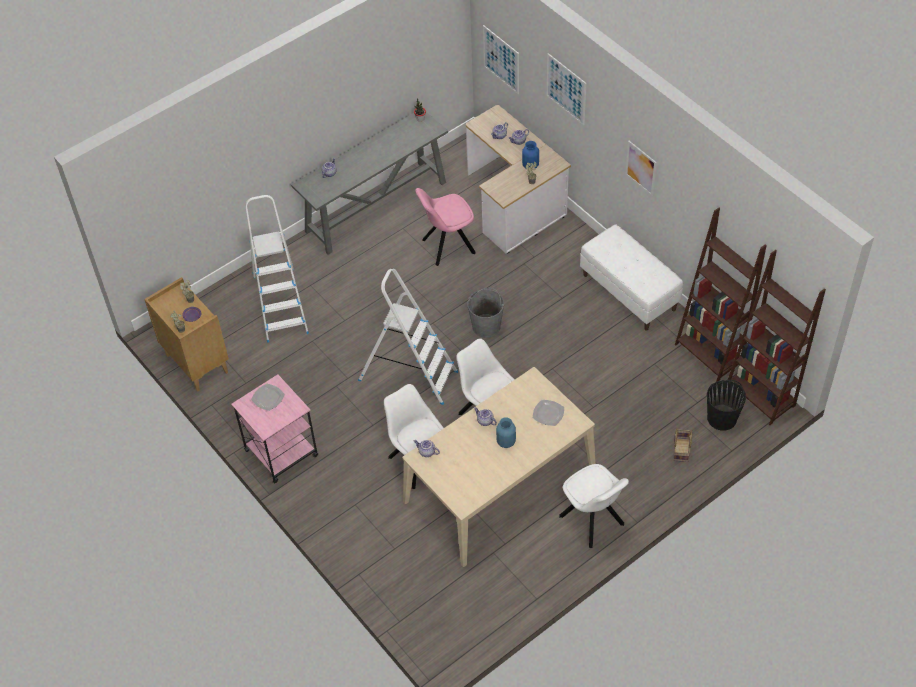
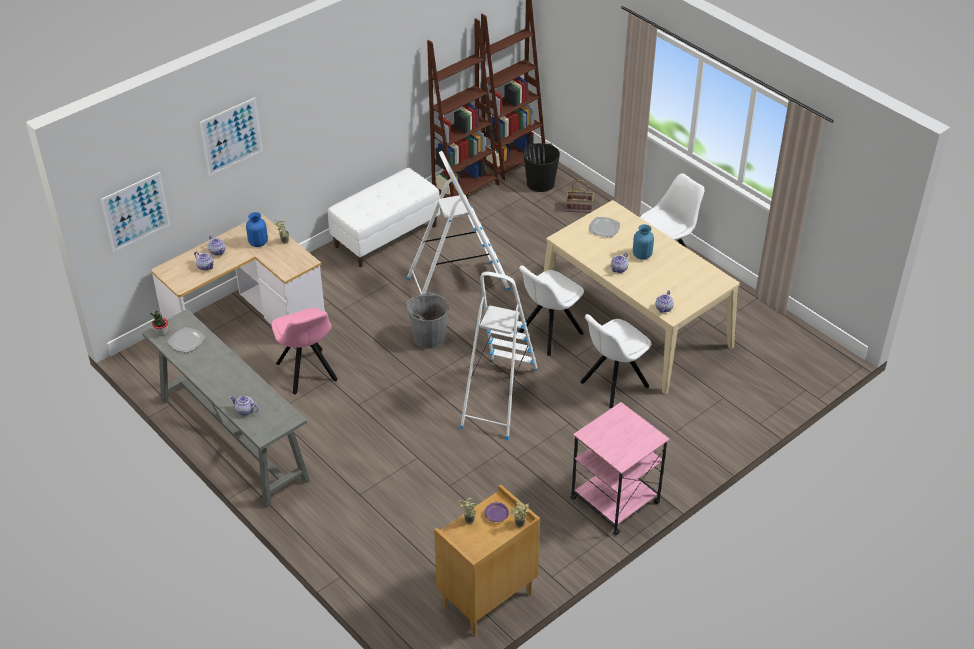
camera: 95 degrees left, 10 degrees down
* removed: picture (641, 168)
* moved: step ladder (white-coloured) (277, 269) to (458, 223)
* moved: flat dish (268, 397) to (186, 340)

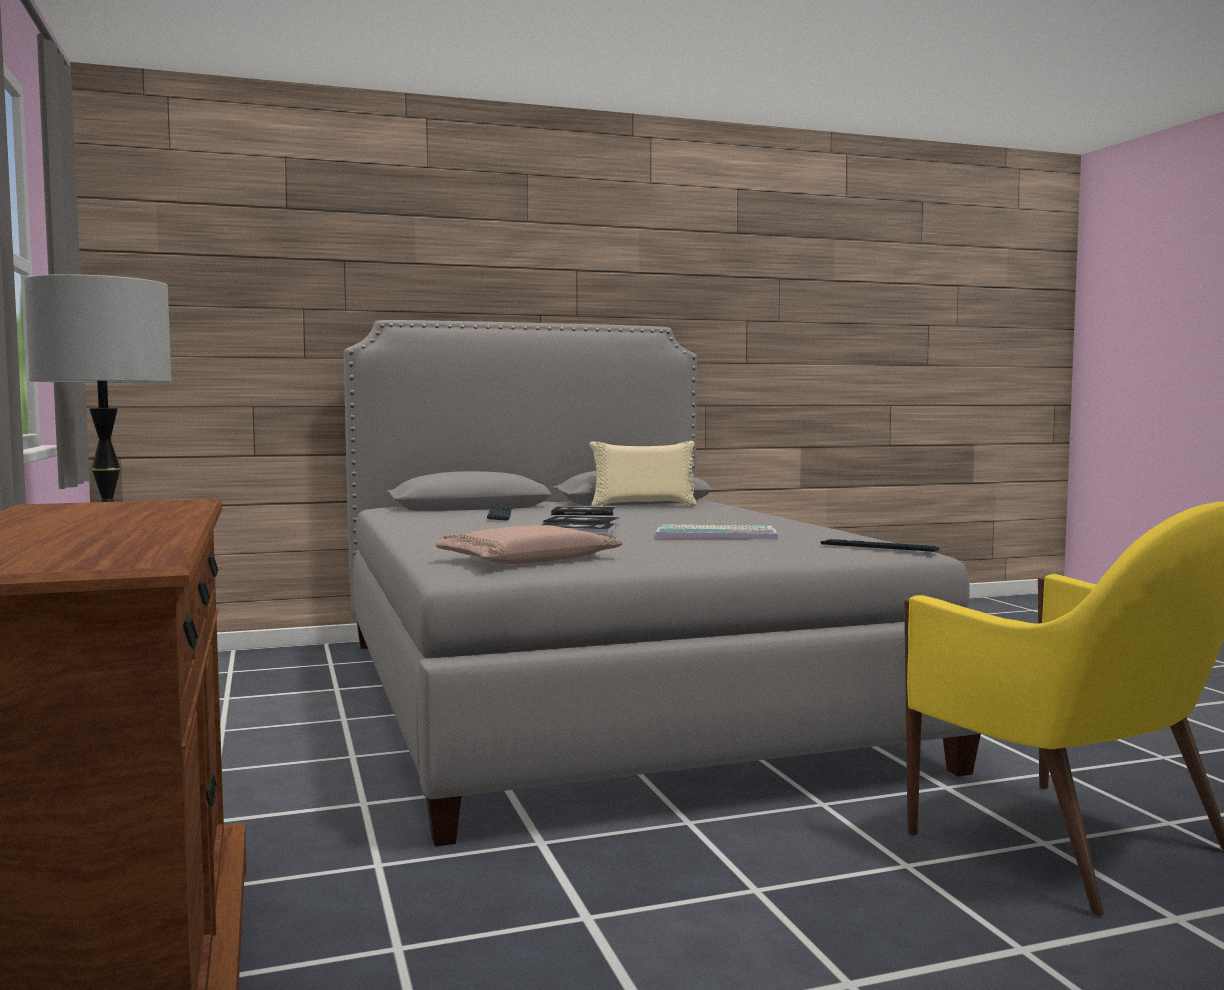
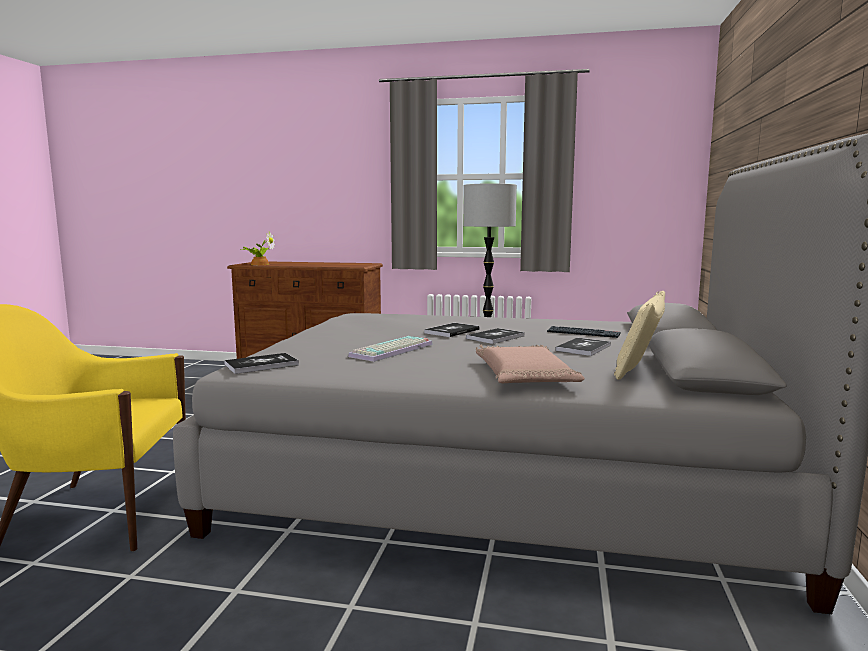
camera: 120 degrees right, 5 degrees up
* moved: pillow (sand-coloured) (529, 544) to (530, 364)
* replaced: keyboard (880, 545) to bound book (261, 363)
* added: potted plant (257, 248)

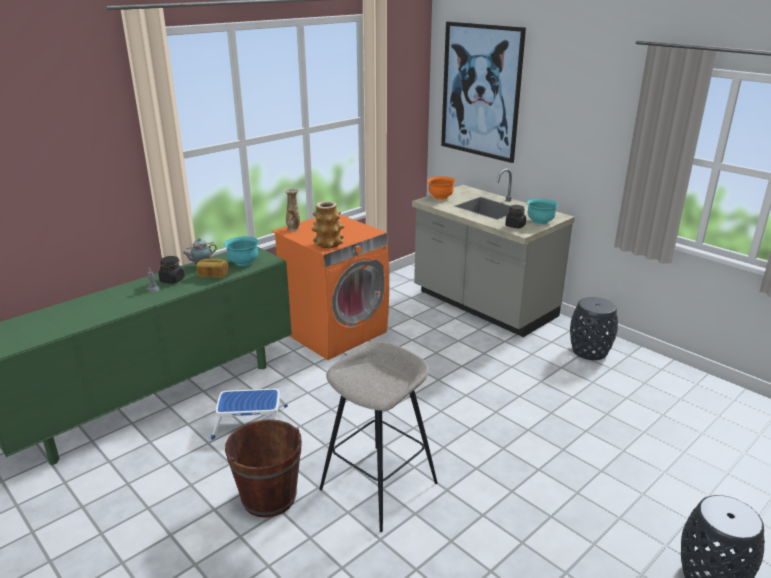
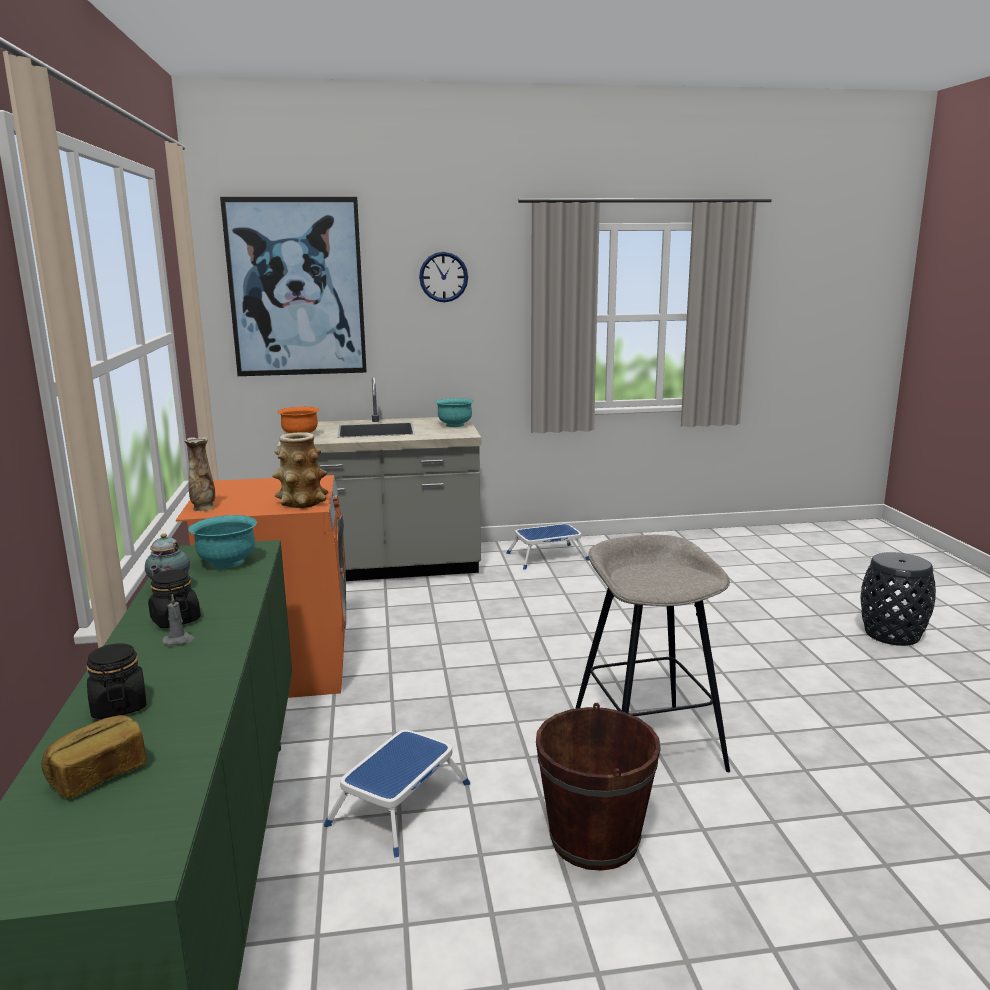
camera: 55 degrees left, 10 degrees down
* moved: preserve jar (blackish) (515, 216) to (116, 681)
* moved: baked bread (212, 268) to (94, 757)
* replaced: stool (blackish) (594, 328) to step ladder (bluish) (548, 547)
* added: wall clock (443, 277)

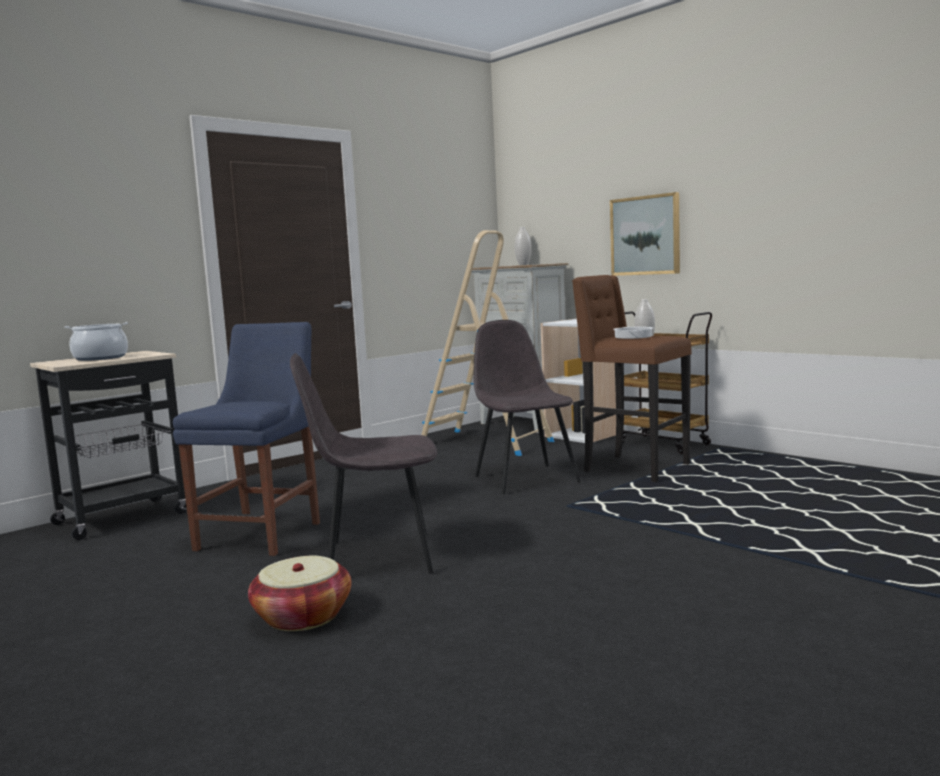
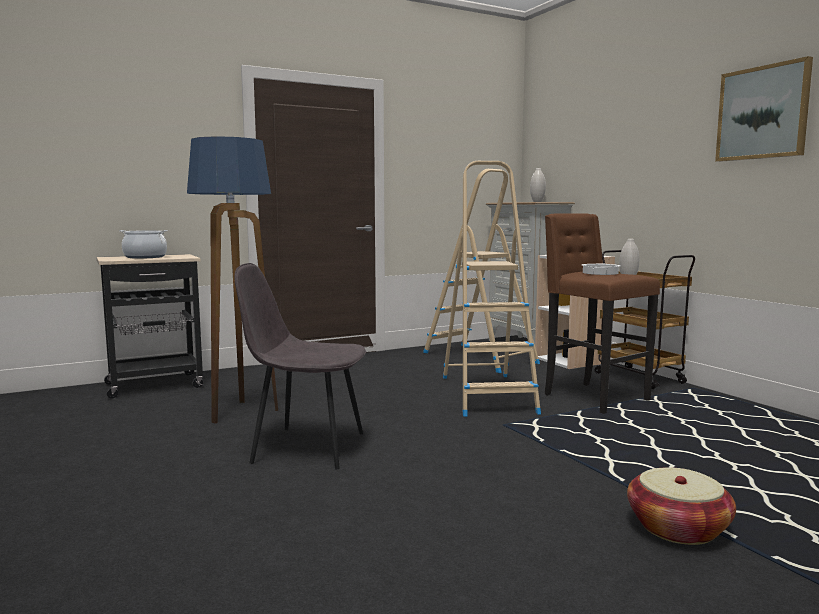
camera: 15 degrees right, 0 degrees up
* moved: picture (645, 234) to (764, 109)
* replaced: upright chair (gray) (527, 407) to step ladder (sand-coloured) (492, 289)
* replaced: upright chair (bluish) (246, 439) to standing lamp (232, 280)
* moved: household basket (300, 593) to (681, 506)

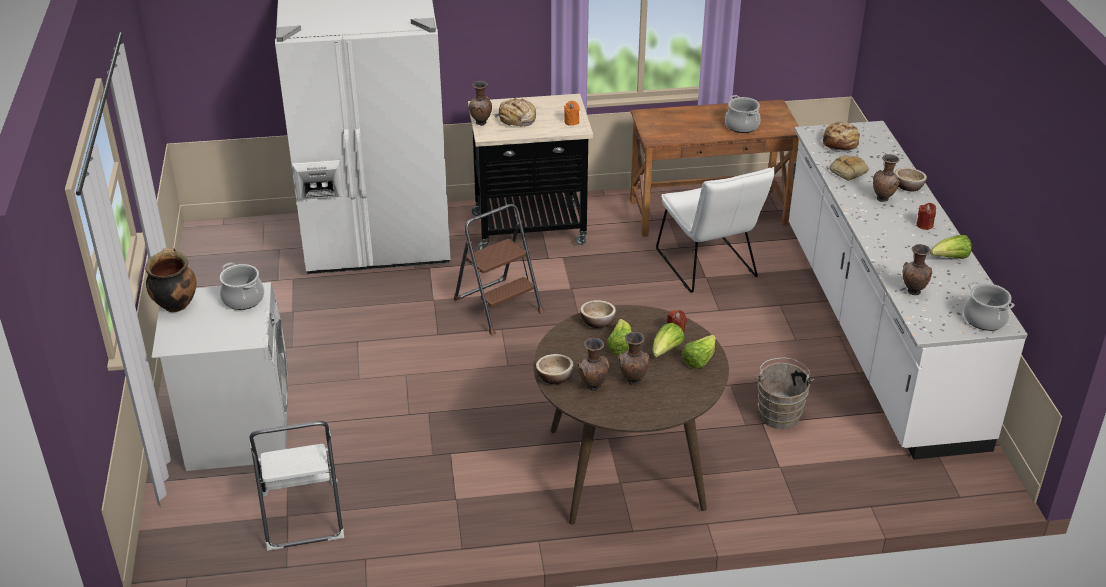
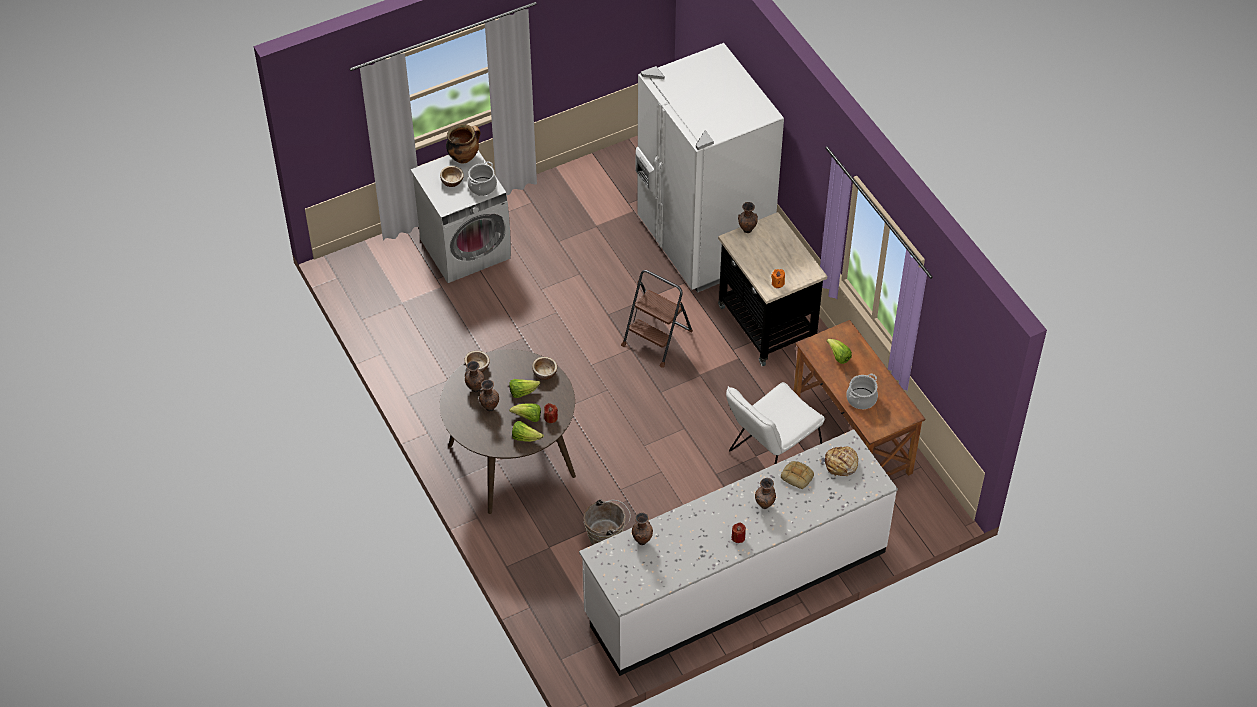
camera: 70 degrees right, 15 degrees up
* removed: baked bread (514, 112)
* moved: serving bowl (911, 179) to (452, 176)
* moved: lettuce head (951, 247) to (839, 351)
* removed: stockpot (989, 306)
* removed: step ladder (white-coloured) (297, 486)

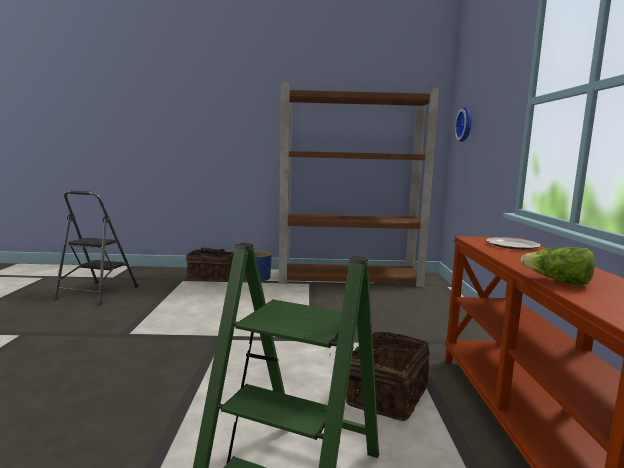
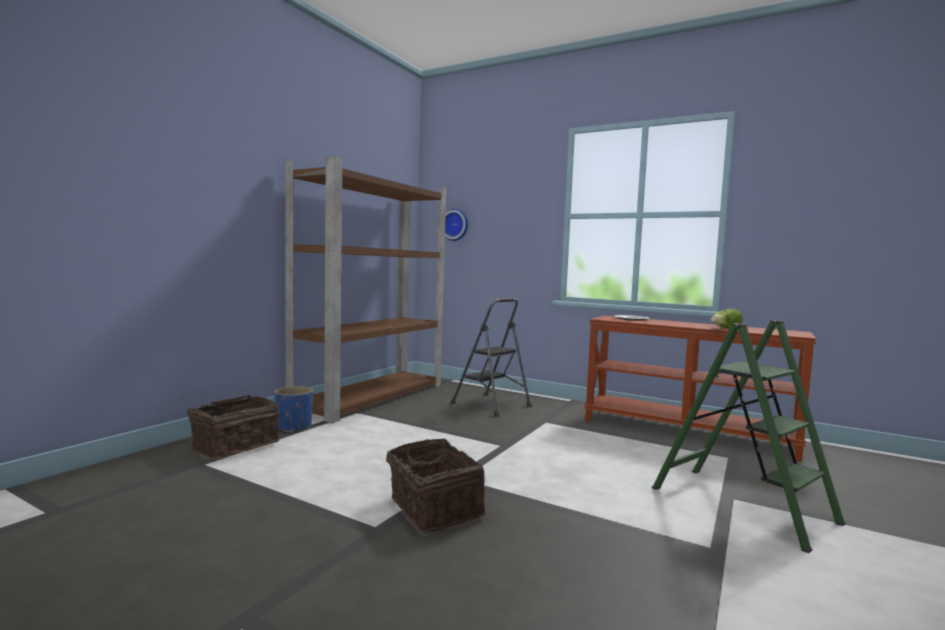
camera: 60 degrees left, 5 degrees down
* moved: step ladder (blackish) (95, 248) to (491, 357)
* moved: household basket (388, 376) to (435, 486)

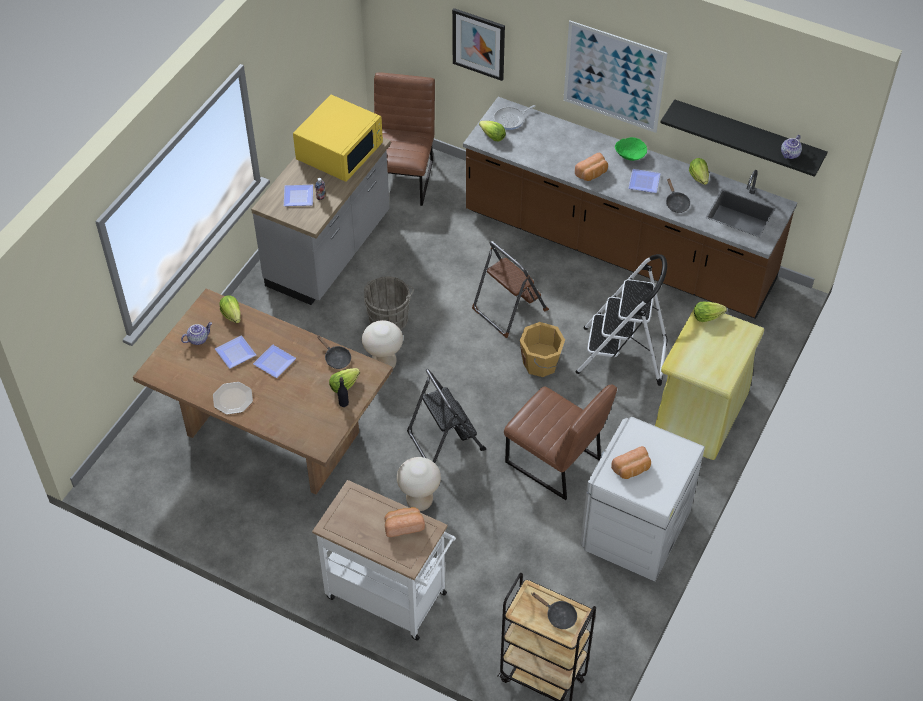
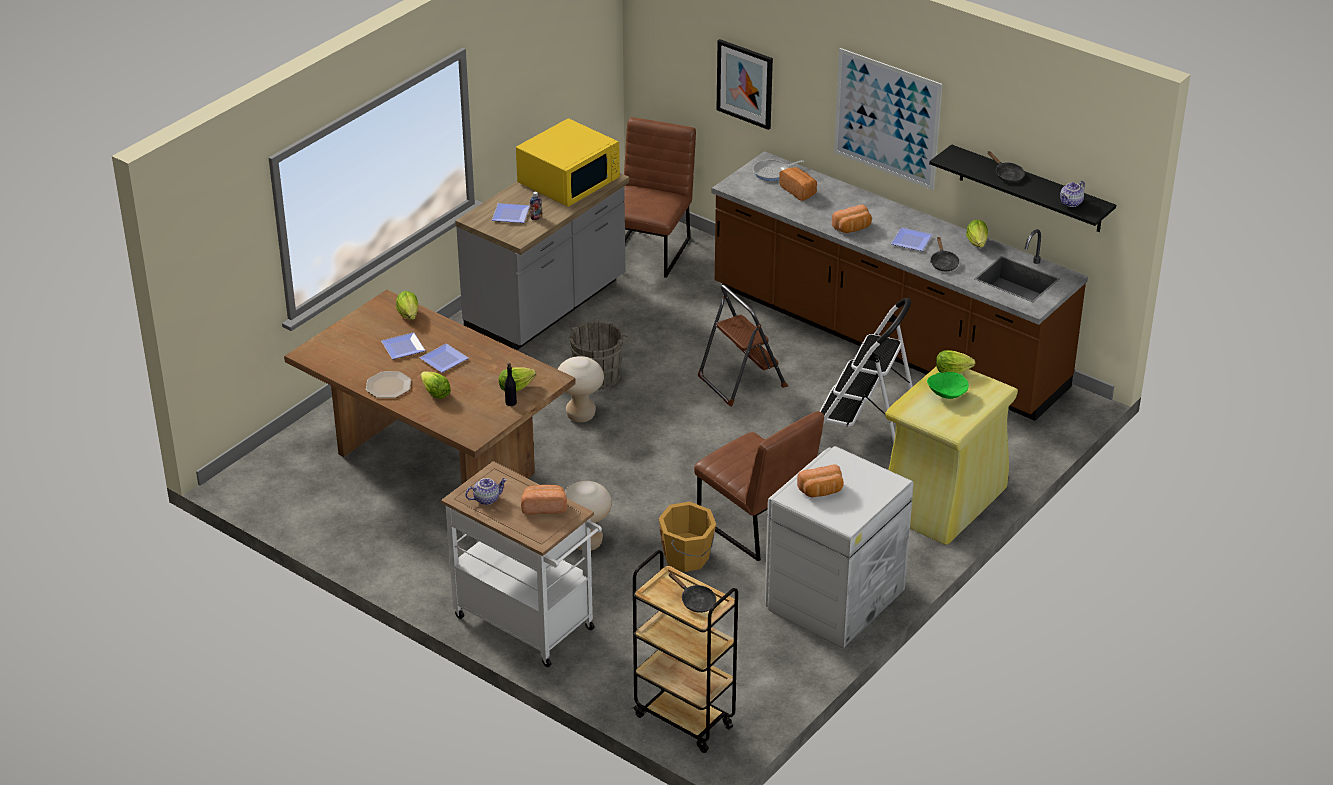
camera: 10 degrees right, 15 degrees down
* moved: lettuce head (492, 131) to (435, 385)
* moved: serving bowl (greenish) (631, 149) to (948, 385)
* moved: pot for tea (196, 333) to (486, 491)
* moved: water bucket (orange) (542, 349) to (687, 536)
* moved: skillet (blackish) (334, 352) to (1006, 166)
* removed: step ladder (blackish) (446, 416)
* added: baked bread (798, 184)

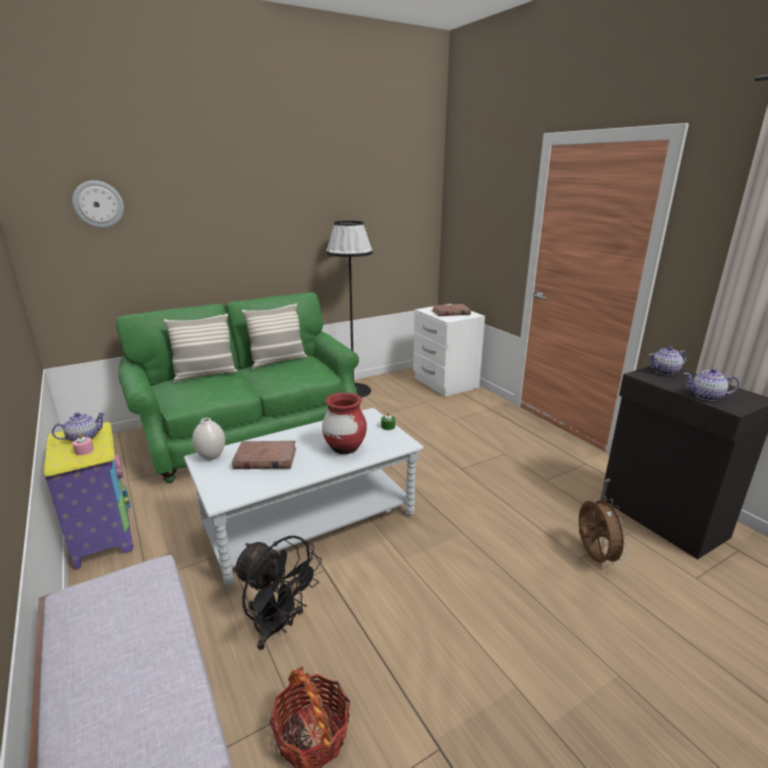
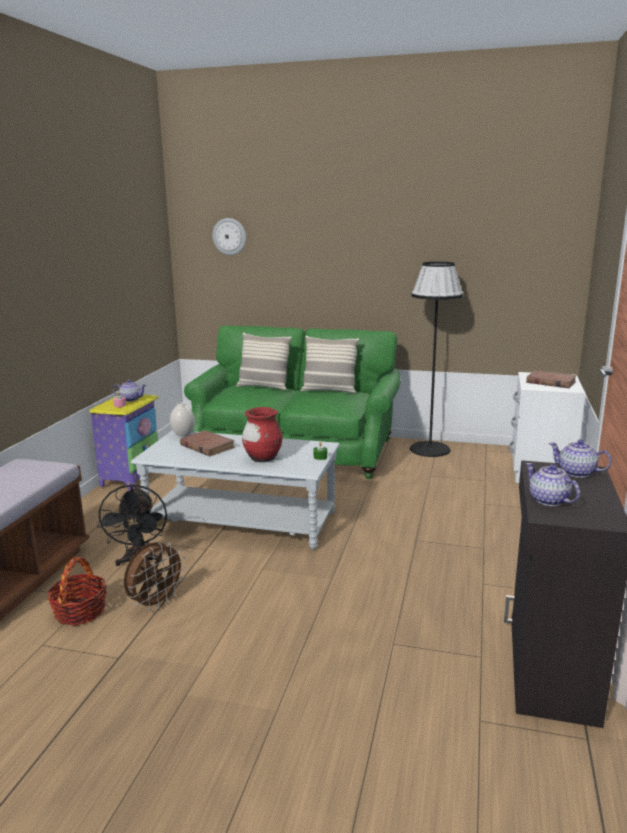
camera: 45 degrees right, 5 degrees down
* moved: fan (brownish) (604, 530) to (155, 576)

